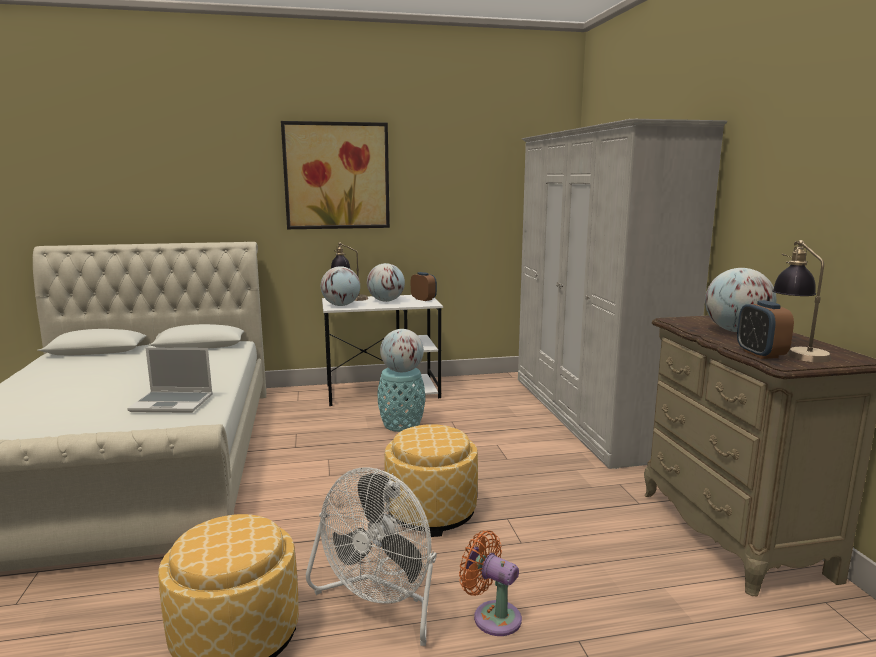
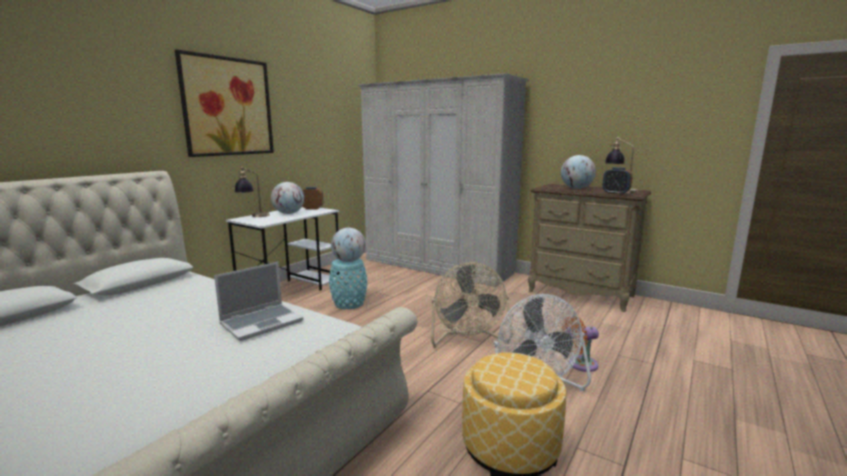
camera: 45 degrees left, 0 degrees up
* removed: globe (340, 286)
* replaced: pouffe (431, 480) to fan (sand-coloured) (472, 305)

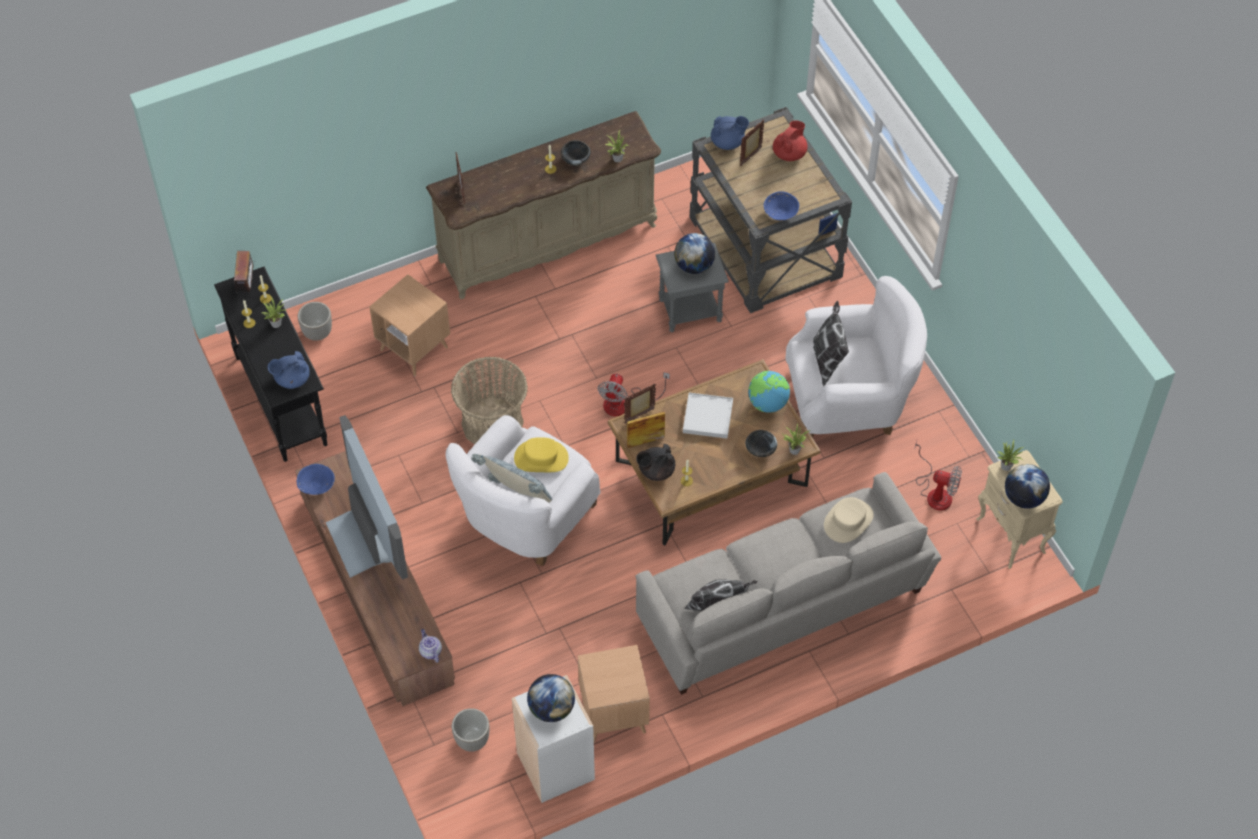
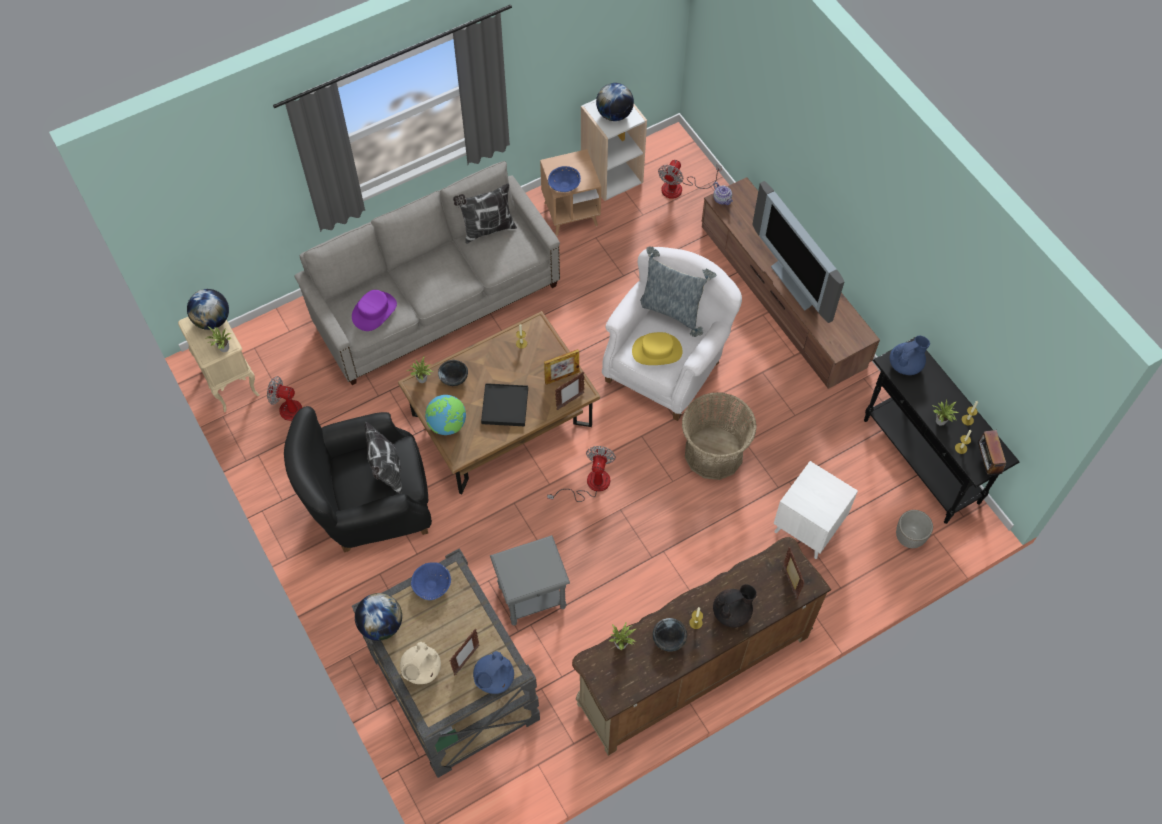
camera: 175 degrees right, 5 degrees up
* turned: pot for tea (bluish) (730, 133) = (493, 672) 45 degrees counterclockwise
* recoloured: pot for tea (reddish) (790, 141) to pot for tea (sand-coloured) (420, 663)
* moved: globe (694, 253) to (378, 617)
* recoloured: end table (brownish) (409, 325) to end table (white-coloured) (815, 510)
* recoloured: armchair (white-coloured) (856, 357) to armchair (blackish) (358, 479)
* recoloured: carrying tray (white-coloured) (708, 415) to carrying tray (blackish) (504, 404)
* moved: pot for tea (blackish) (655, 462) to (735, 606)
* moved: serving bowl (bluish) (316, 479) to (564, 179)
* recoloured: wearable hat (sand-coloured) (849, 520) to wearable hat (purple-coloured) (374, 310)
* replaced: planter (470, 730) to fan (690, 179)

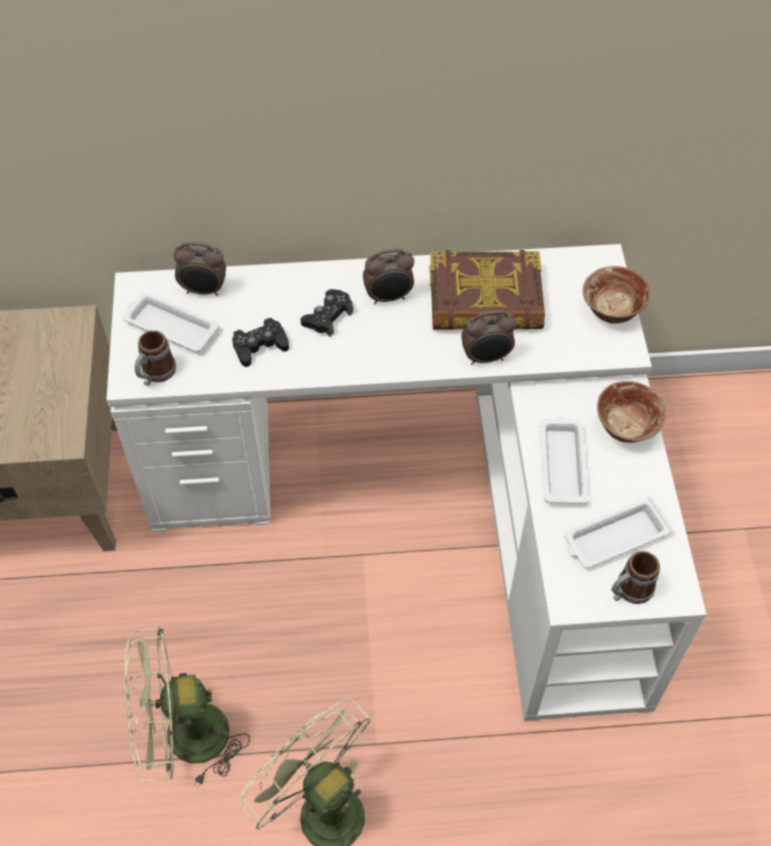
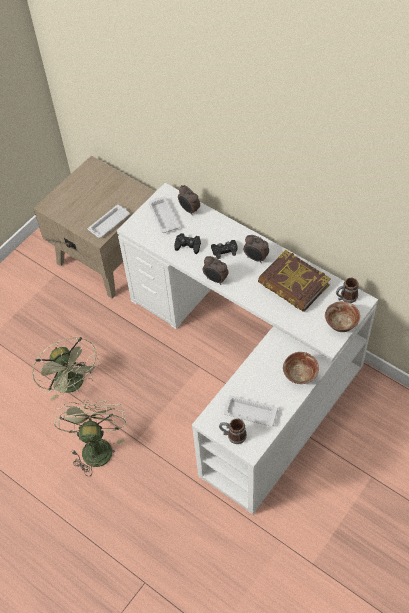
camera: 45 degrees right, 0 degrees up
* moved: bedside clock (489, 337) to (215, 270)
* moved: coffee mug (155, 358) to (347, 290)
* moved: carrying tray (white-coloured) (564, 460) to (109, 221)
* turned: fan (greenish) (187, 707) = (66, 369) 150 degrees counterclockwise

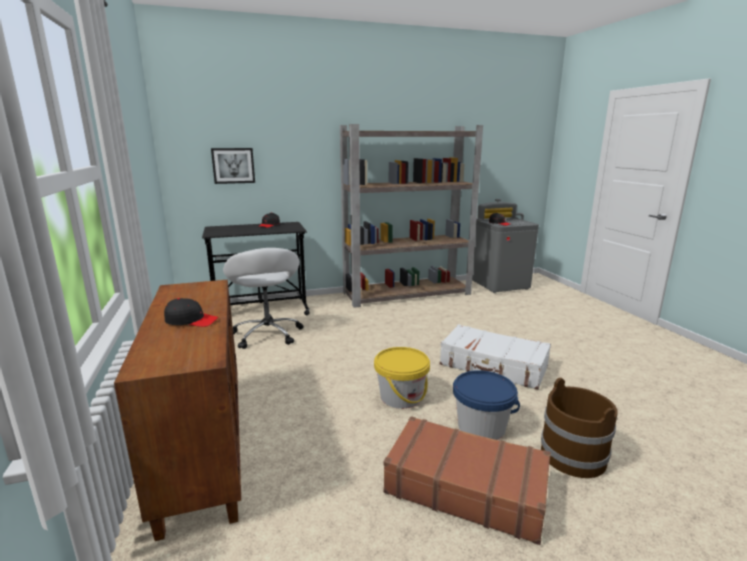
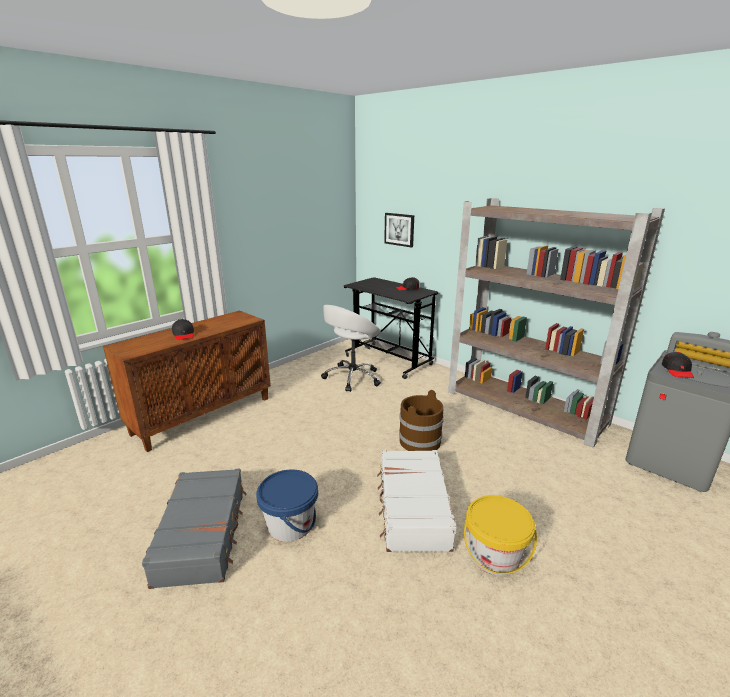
camera: 60 degrees right, 5 degrees up
* moved: water bucket (yellow) (402, 378) to (500, 535)
* moved: water bucket (brownish) (579, 428) to (421, 420)
* recoloured: piece of luggage (brownish) (467, 480) to piece of luggage (gray) (194, 528)

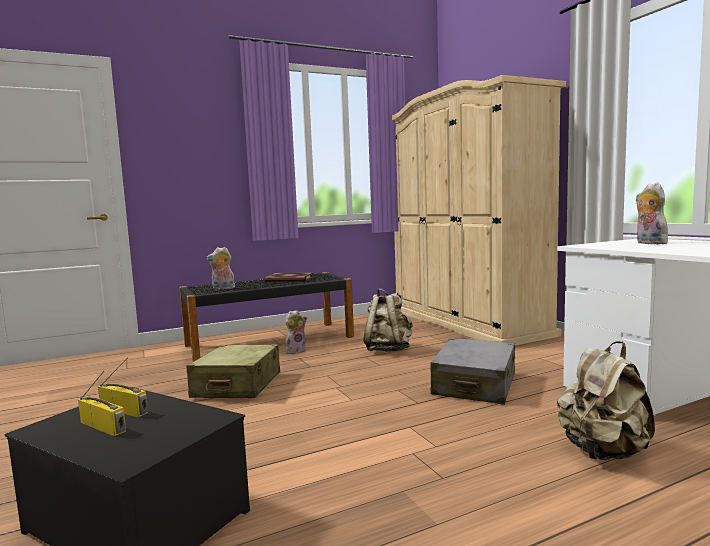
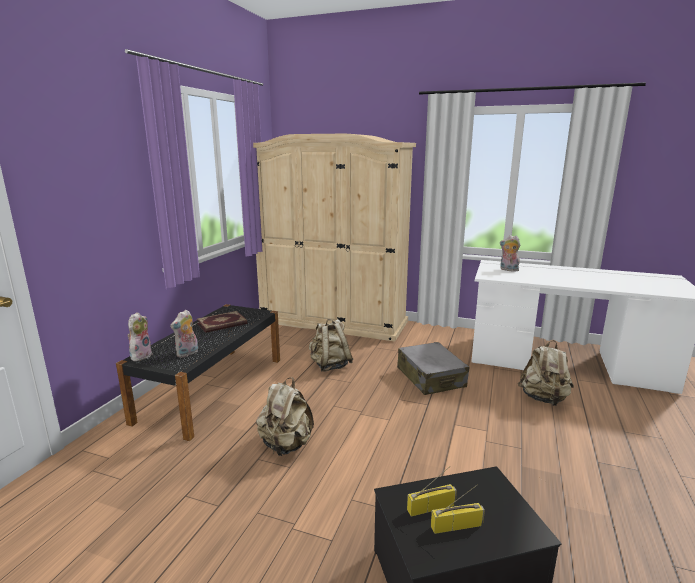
camera: 45 degrees left, 10 degrees up
* moved: soft toy (296, 332) to (140, 336)
* replaced: piece of luggage (sand-coloured) (233, 371) to backpack (sand-coloured) (285, 416)

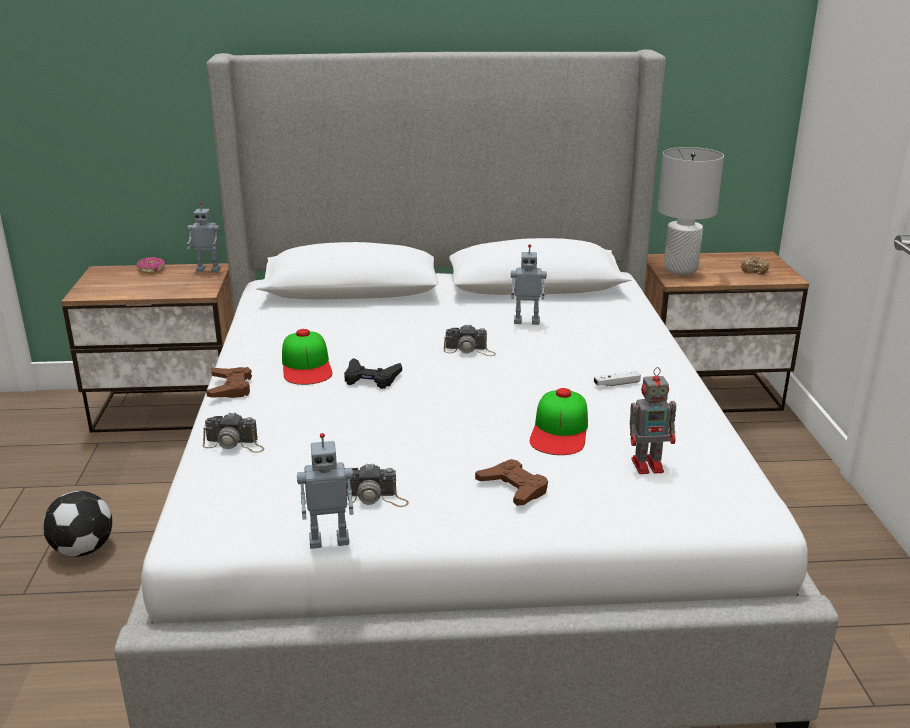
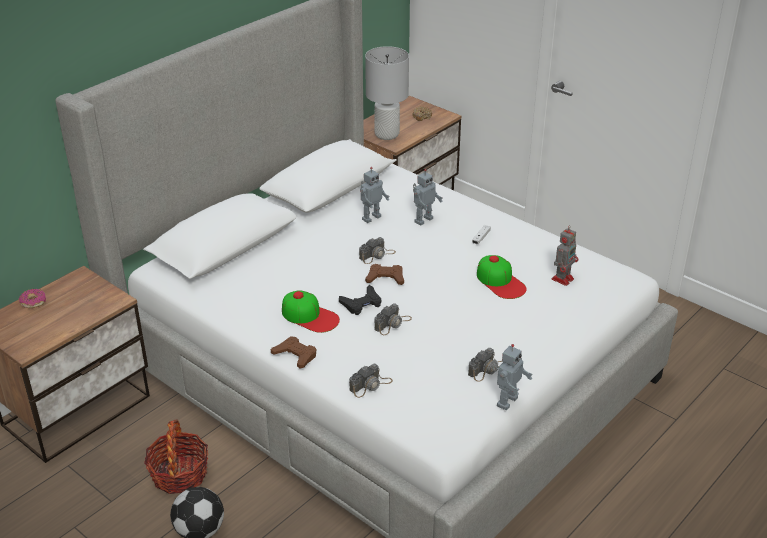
camera: 45 degrees left, 10 degrees up
* moved: robot figure (204, 237) to (428, 197)
* moved: joypad (brownish) (511, 482) to (384, 274)
* added: still camera (393, 319)
* added: household basket (176, 456)

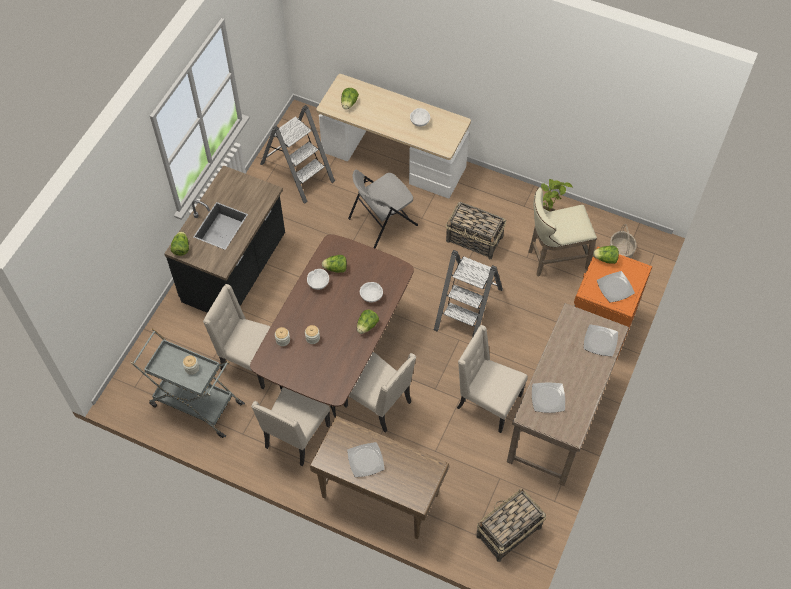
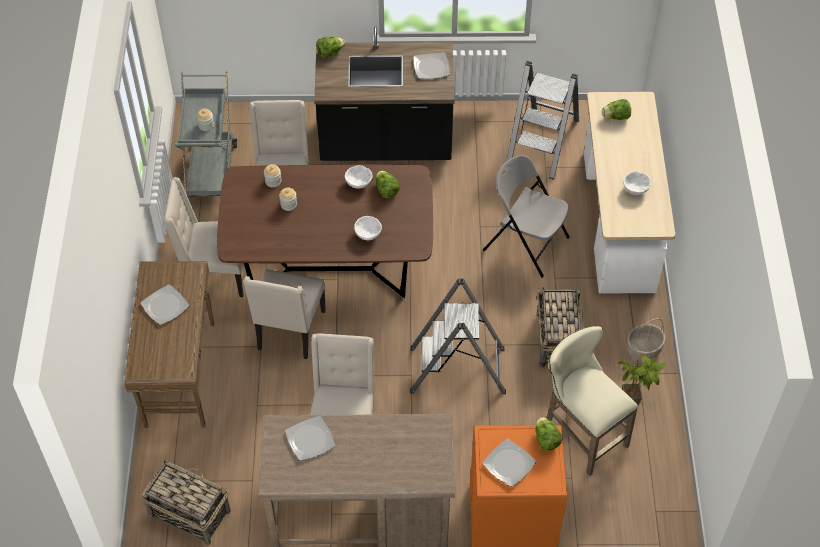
camera: 65 degrees right, 5 degrees down
* moved: household basket (623, 241) to (646, 339)
* removed: lettuce head (368, 322)
* moved: flat dish (601, 340) to (432, 65)

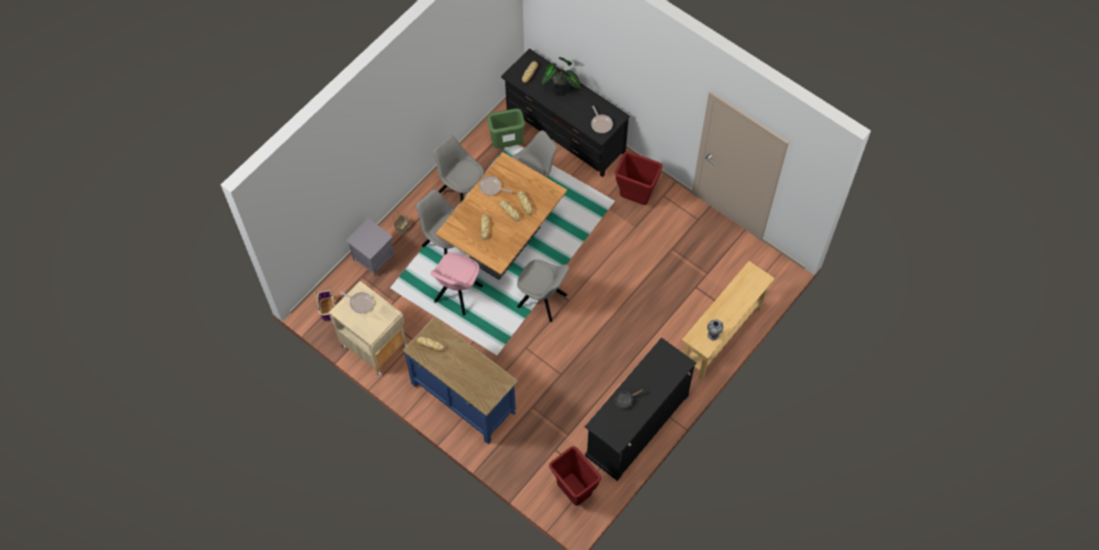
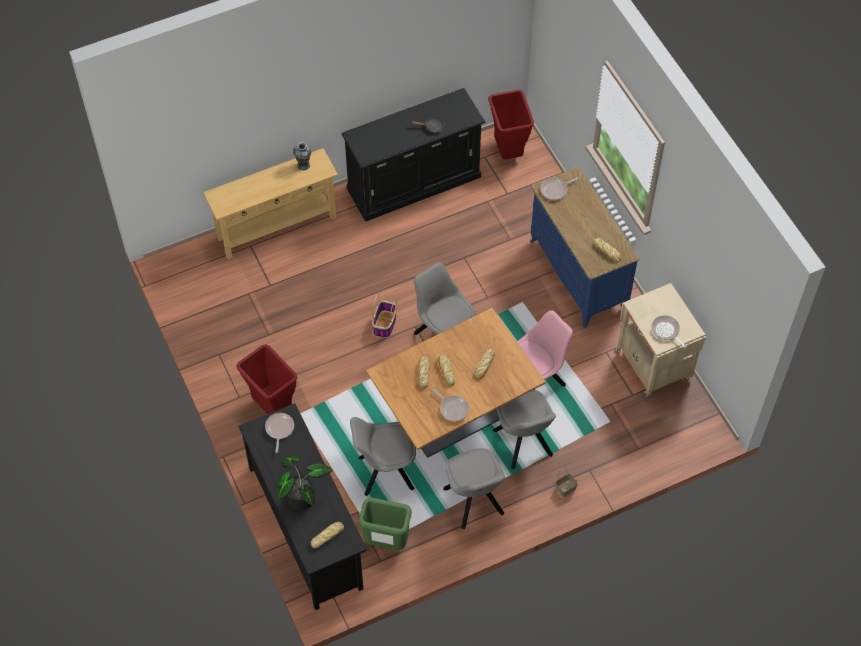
camera: 155 degrees left, 5 degrees down
* removed: bedside table (gray) (370, 247)
* moved: household basket (325, 305) to (384, 316)
* added: skillet (560, 188)

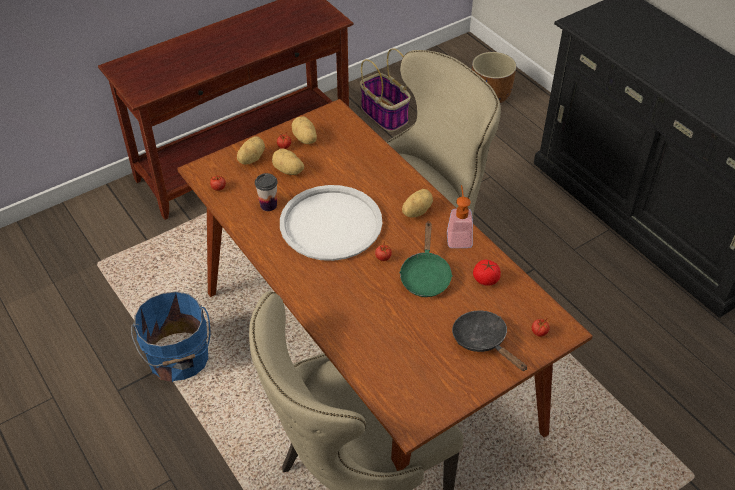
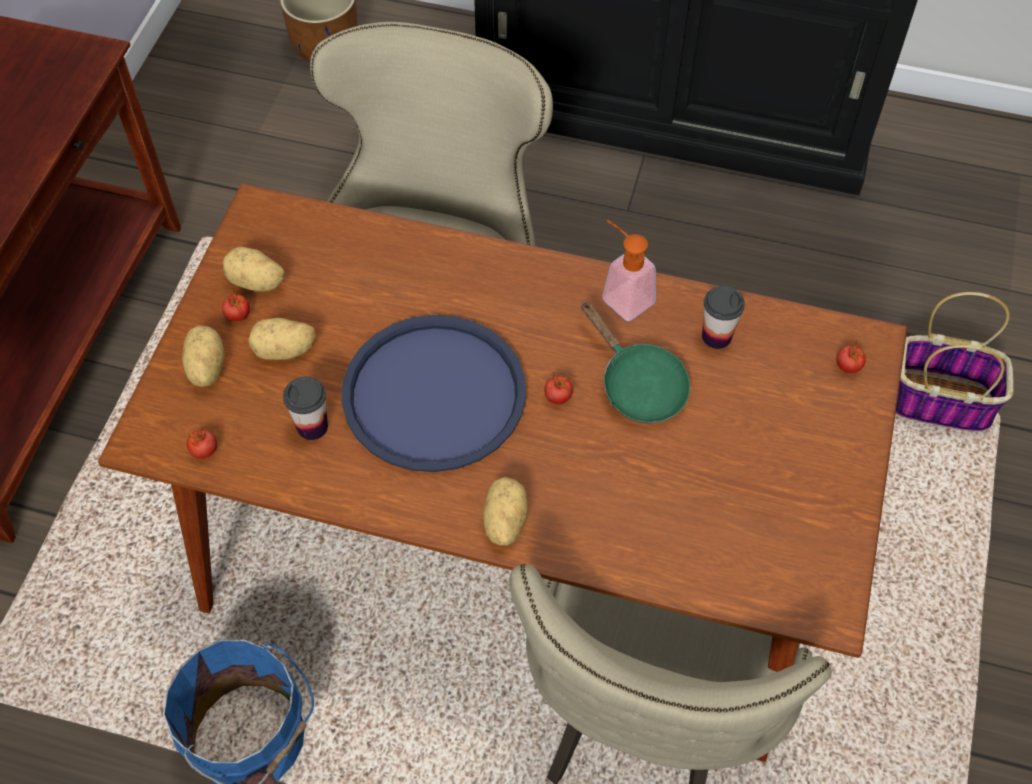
camera: 40 degrees left, 10 degrees up
* moved: household basket (385, 90) to (954, 362)
* recoloured: carrying tray (white-coloured) (331, 223) to carrying tray (bluish) (434, 393)
* moved: potato (417, 203) to (505, 511)
* replaced: fresh tomato (487, 273) to small cup (723, 317)
* removed: skillet (blackish) (489, 341)

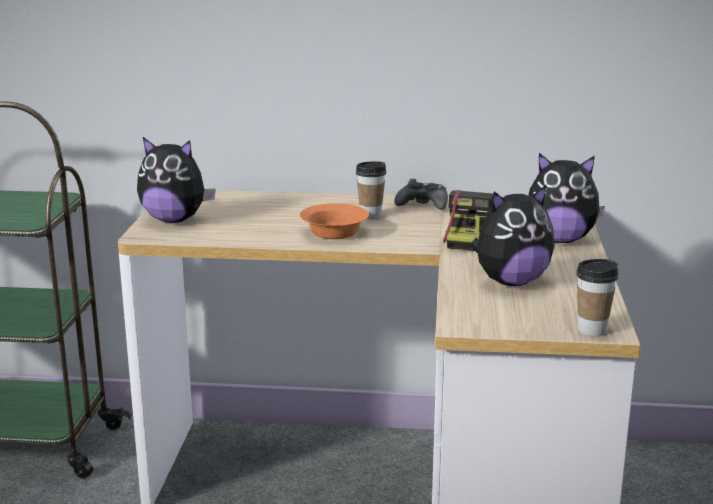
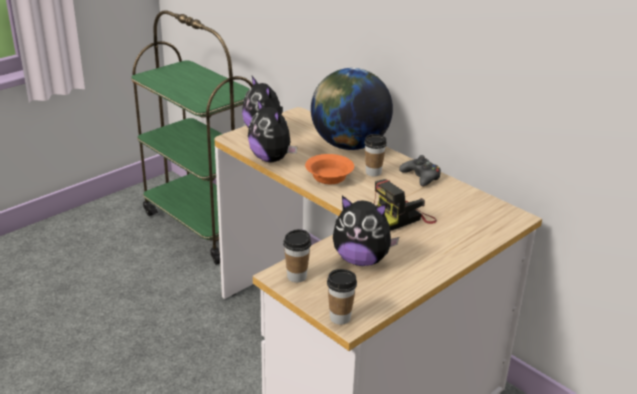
camera: 40 degrees right, 10 degrees up
* moved: soft toy (566, 198) to (272, 130)
* added: globe (352, 109)
* added: small cup (297, 256)

